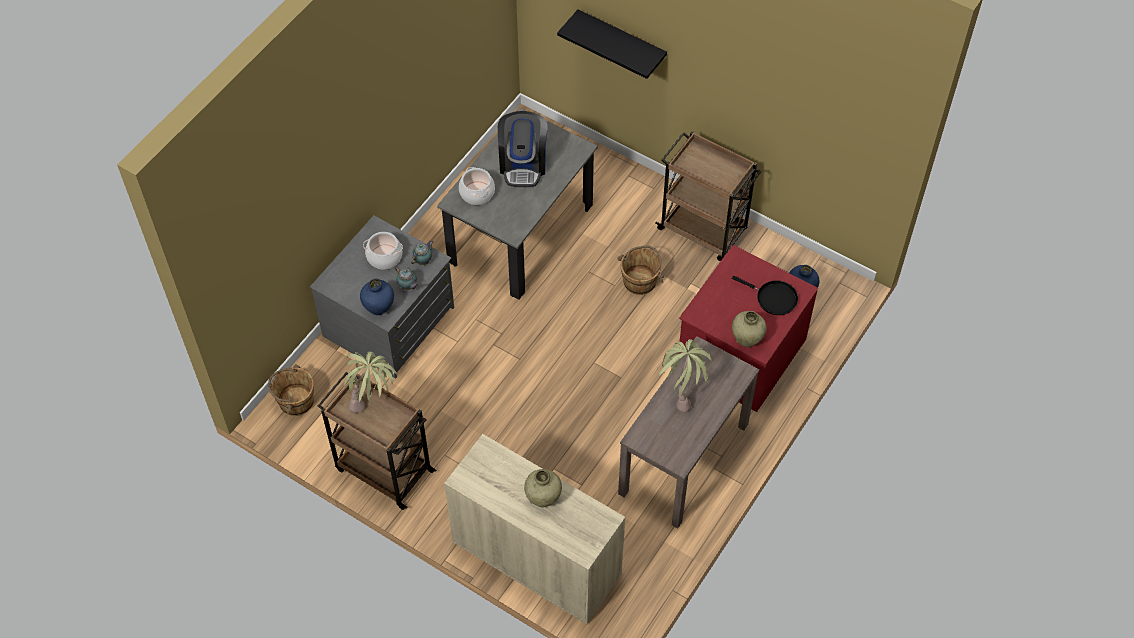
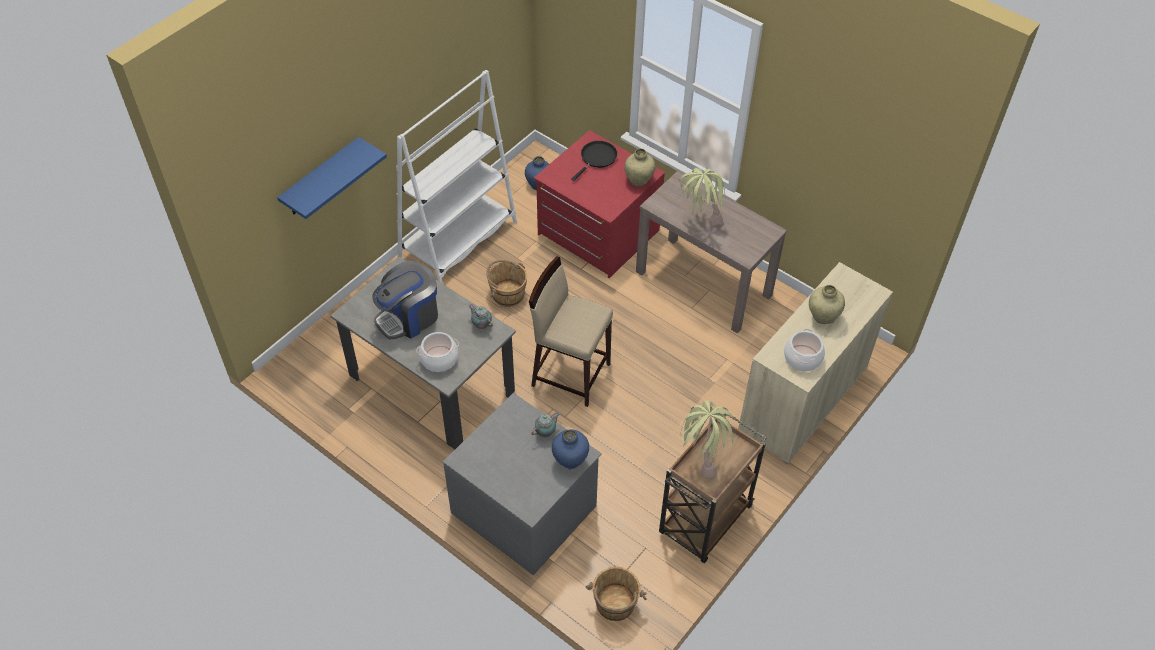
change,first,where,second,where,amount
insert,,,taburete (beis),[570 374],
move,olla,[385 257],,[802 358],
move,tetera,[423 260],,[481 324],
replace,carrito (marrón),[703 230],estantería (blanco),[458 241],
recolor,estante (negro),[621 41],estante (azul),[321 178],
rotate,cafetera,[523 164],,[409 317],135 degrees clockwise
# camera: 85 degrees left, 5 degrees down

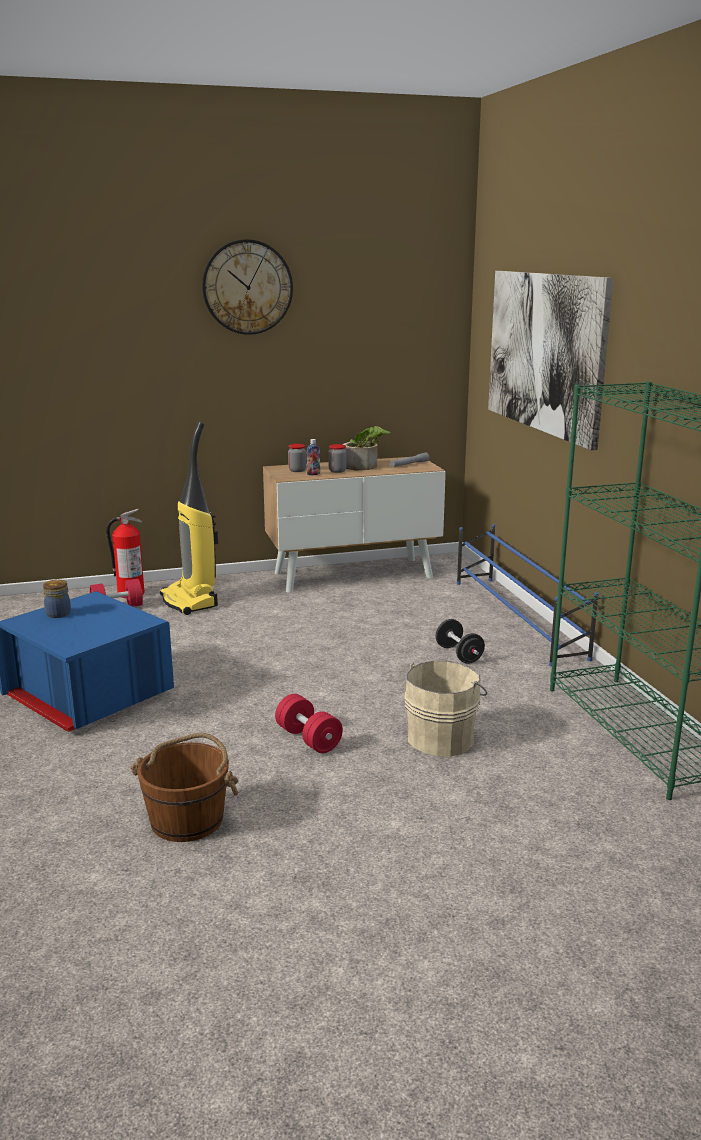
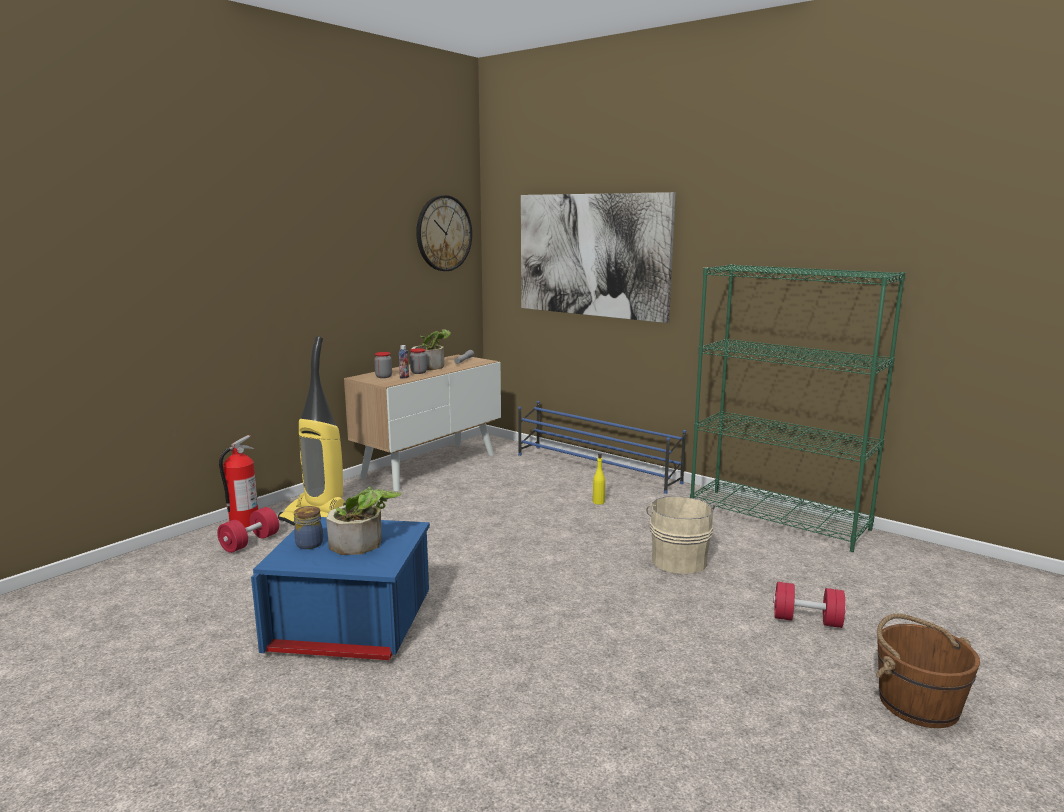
change,first,where,second,where,amount
insert,,,planta en maceta,[363 543],
move,cubo (marrón),[188 819],,[917 703],
move,reloj de pared,[247 287],,[443 233],
move,mancuerna (rojo),[308 739],,[807 620],
replace,mancuerna (negro),[459 654],botella (amarillo),[598 502],
# camera: 35 degrees left, 5 degrees down

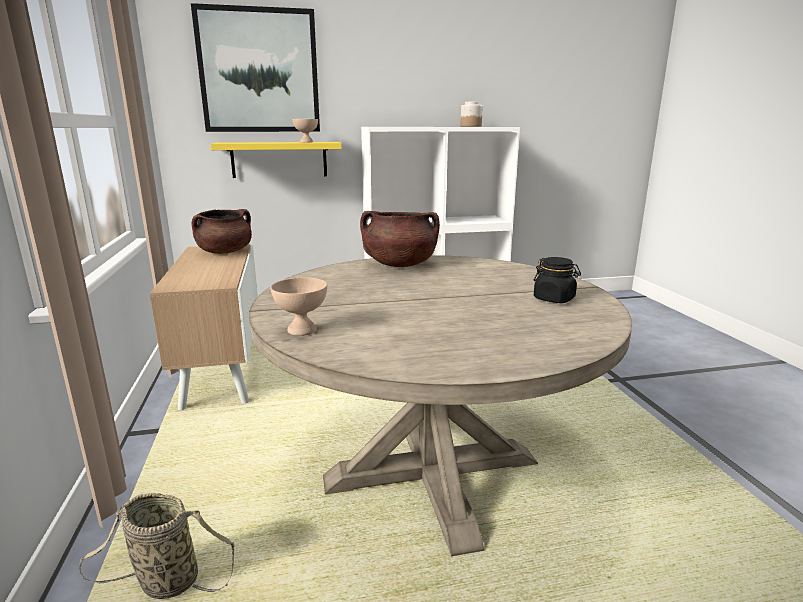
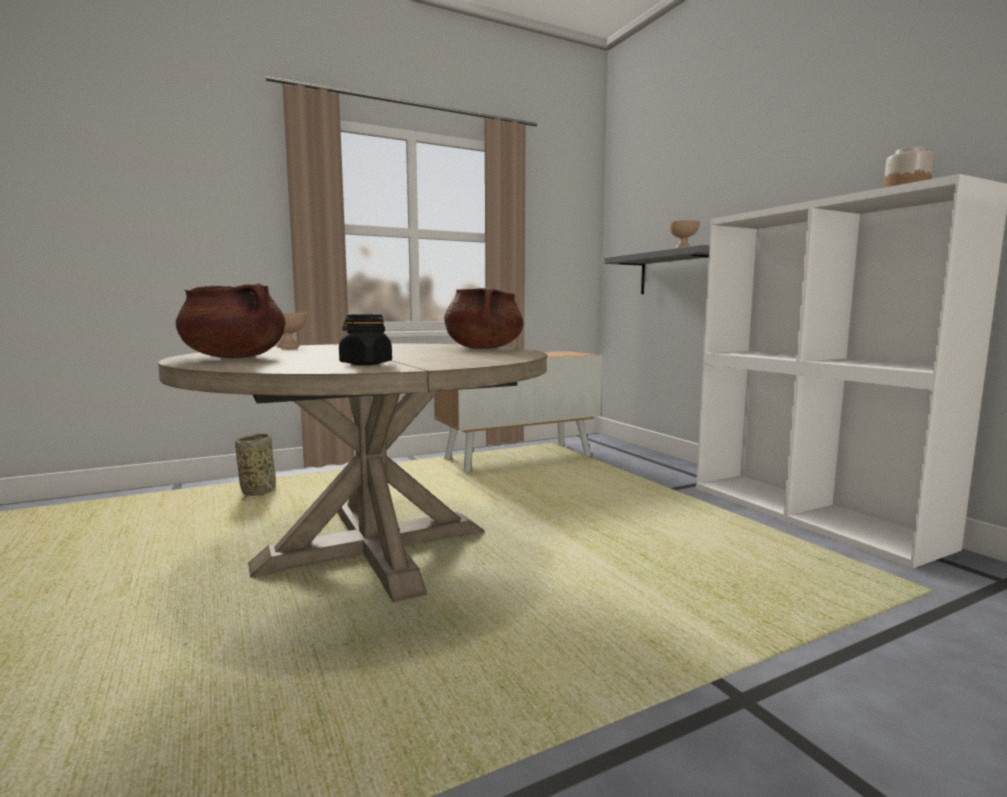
change,first,where,second,where,amount
delete,cuadro,[259 71],,,
move,olla (marrón),[225 252],,[235 358],
recolor,estante (amarillo),[279 159],estante (gris),[678 273],
# camera: 75 degrees right, 10 degrees down

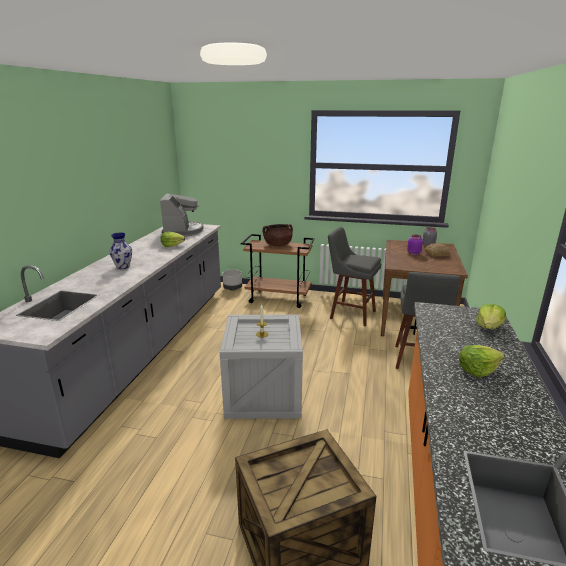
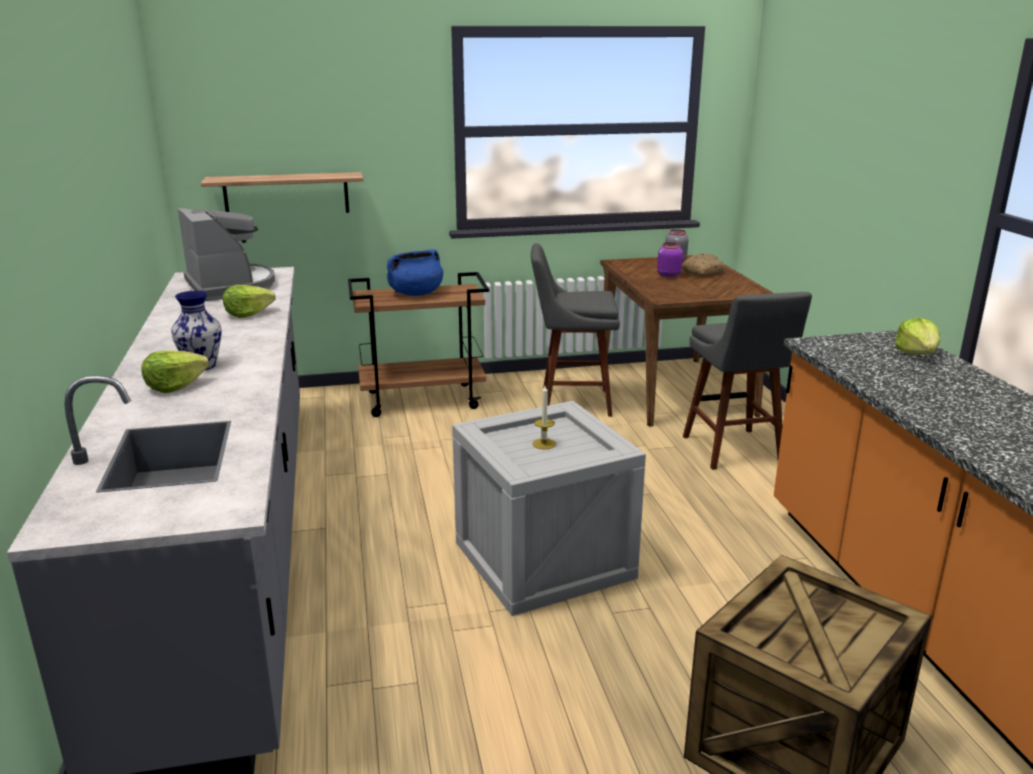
change,first,where,second,where,amount
delete,maceta (gris),[232 288],,,
insert,,,estante,[286 194],
move,lechuga,[477 370],,[175 386],
recolor,olla (marrón),[278 245],olla (azul),[415 293],
# camera: 25 degrees left, 0 degrees up

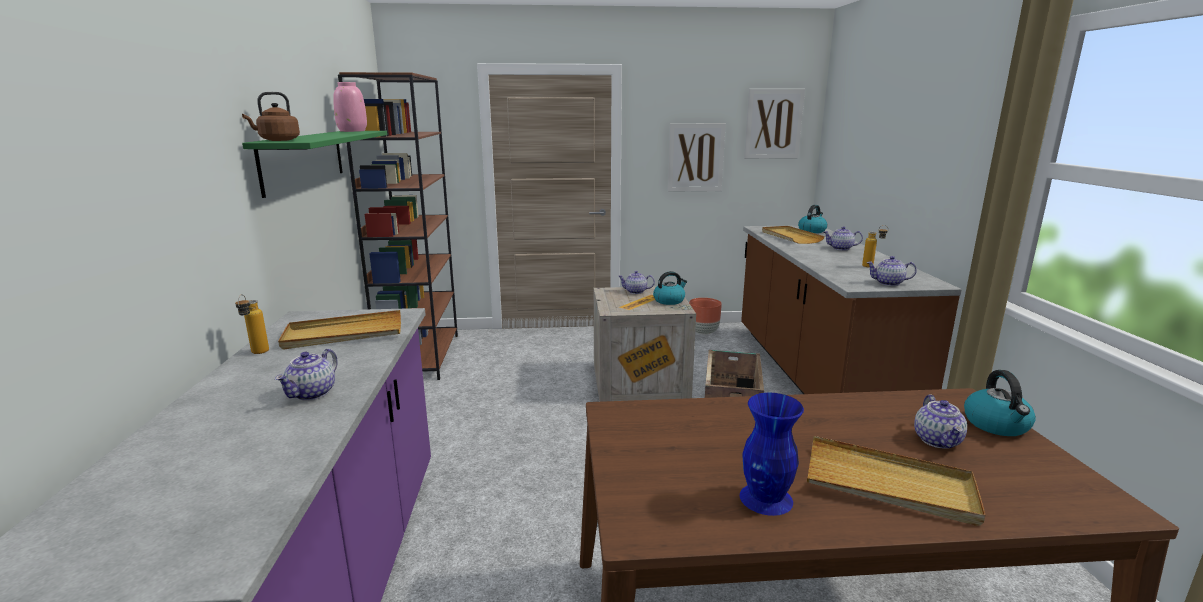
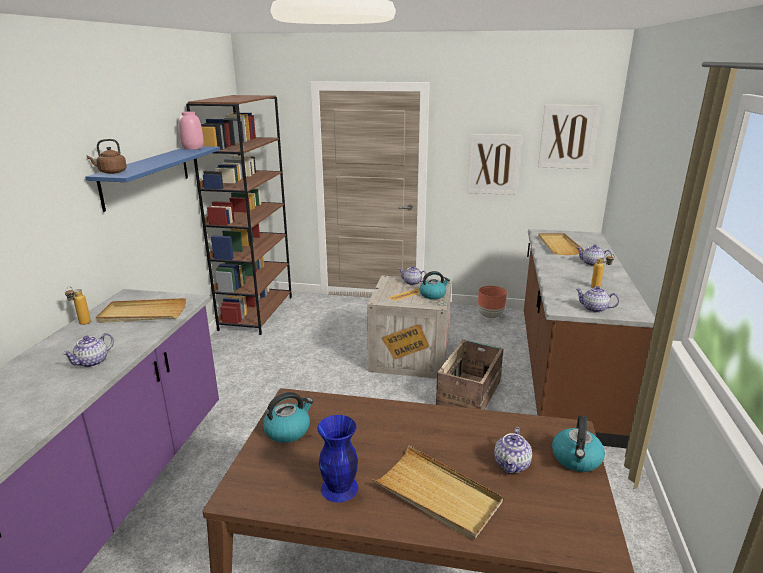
change,first,where,second,where,amount
move,hervidor,[812 231],,[288 430],
recolor,estante (verde),[304 159],estante (azul),[147 176],
# camera: 15 degrees right, 5 degrees up

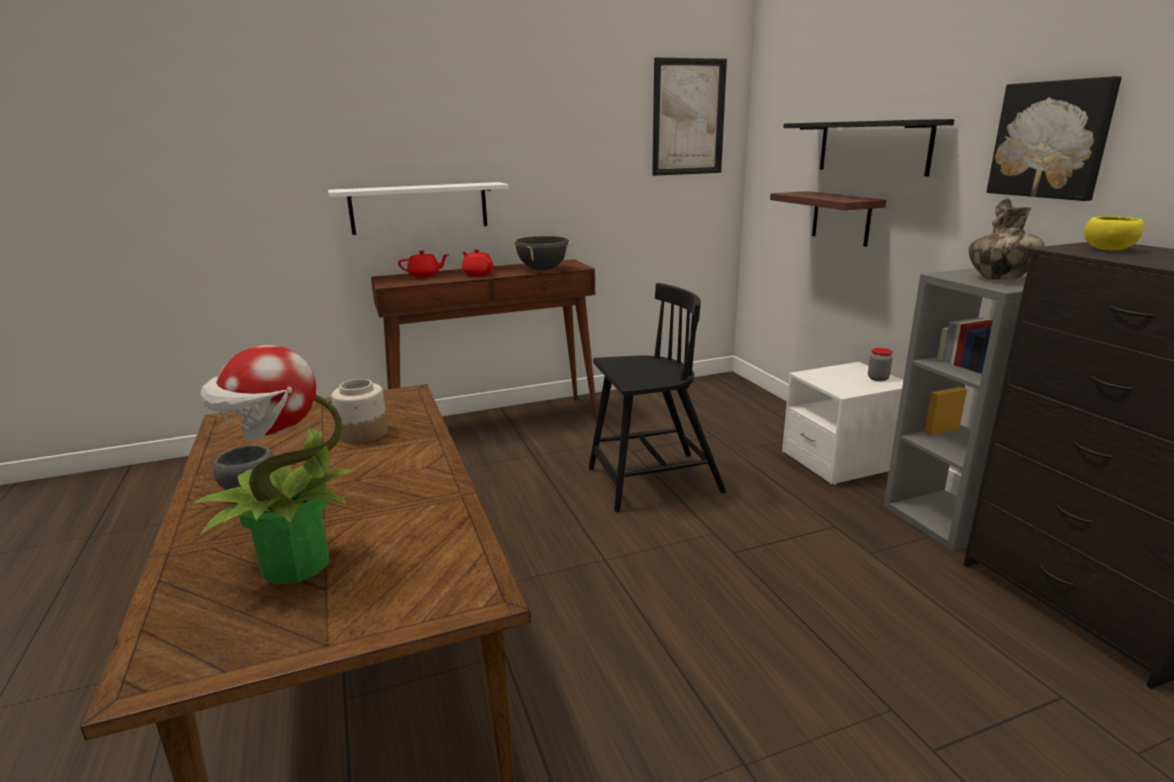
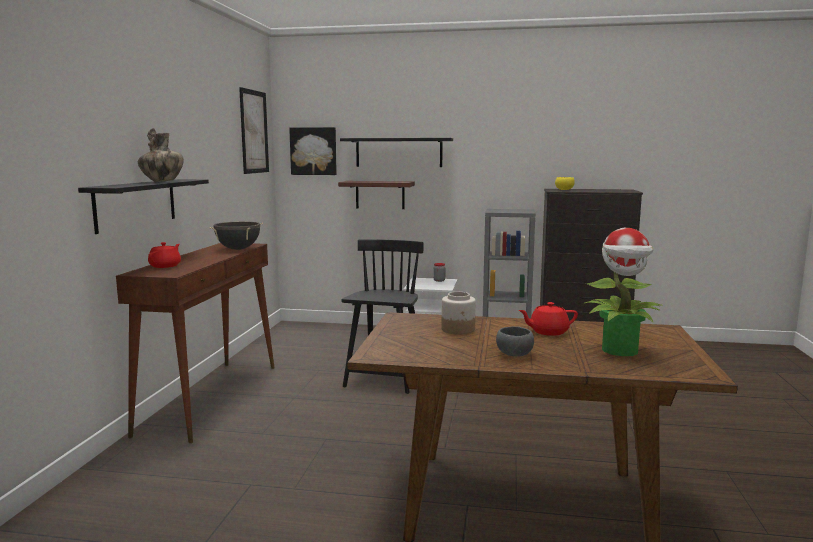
change,first,where,second,where,amount
move,tetera (rojo),[478 274],,[548 332],
move,florero,[999 279],,[162 181],
move,cuadro,[1051 140],,[313 151],
recolor,estante (blanco),[419 208],estante (negro),[136 204],
# camera: 60 degrees left, 10 degrees down

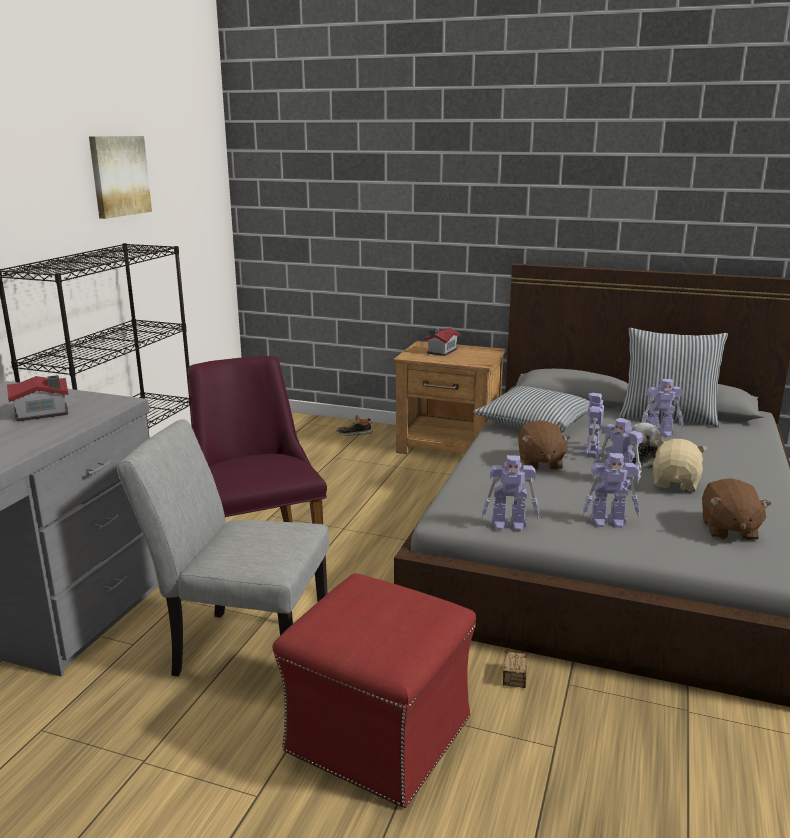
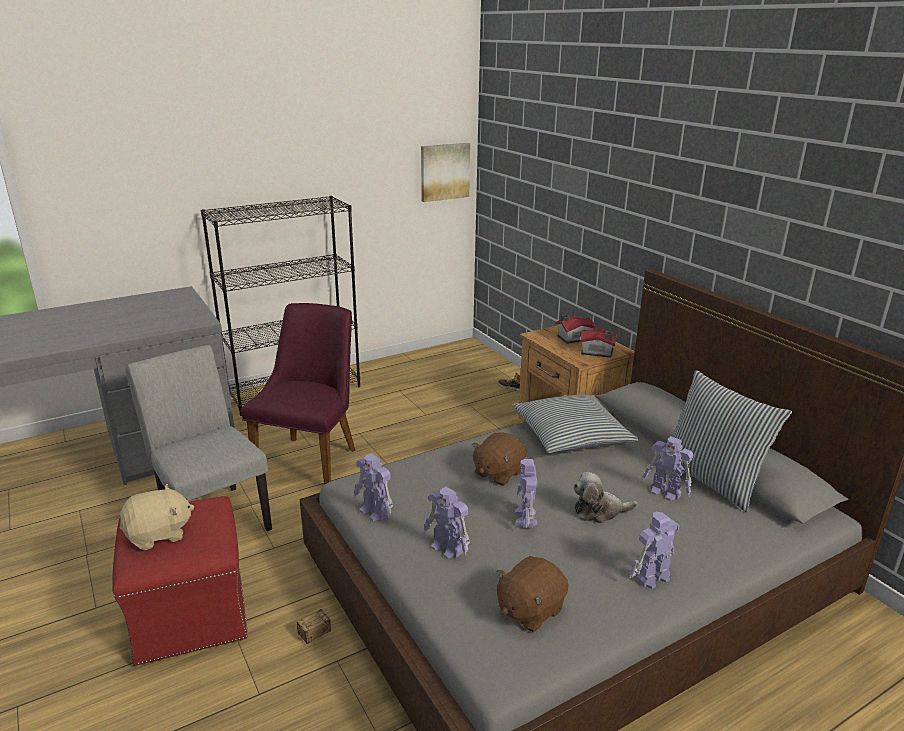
change,first,where,second,where,amount
move,casita,[43 413],,[597 352],
move,cuadro,[119 176],,[444 171],
move,robot de juguete,[591 452],,[651 577],
move,peluche (beis),[675 483],,[159 534],
# camera: 40 degrees right, 5 degrees up

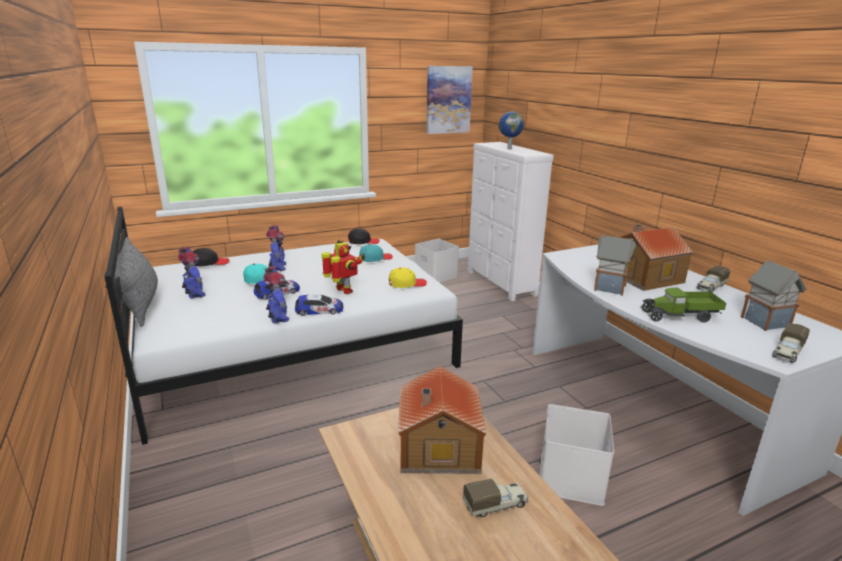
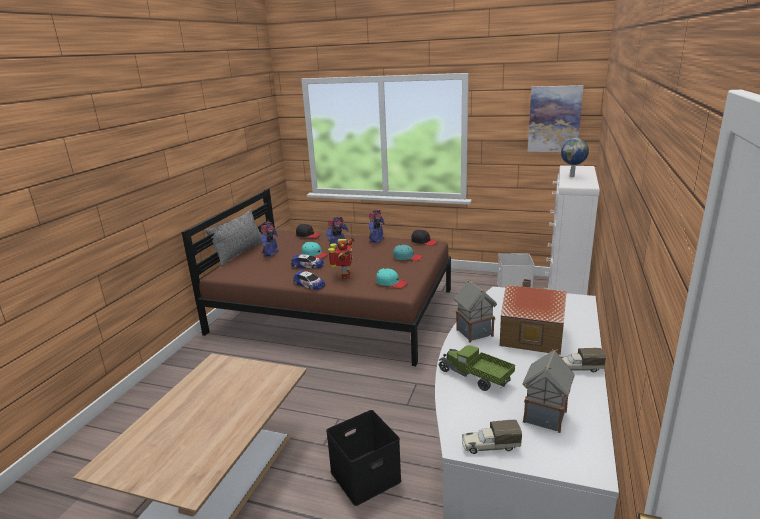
change,first,where,second,where,amount
delete,casita,[437 447],,,
delete,camión de juguete,[496 505],,,
move,robot de juguete,[278 317],,[376 240],
recolor,cama (blanco),[293 349],cama (marrón),[334 310],
recolor,gorra (amarillo),[407 284],gorra (turquesa),[391 283],
recolor,caja de almacenaje (blanco),[572 478],caja de almacenaje (negro),[365 478],
# camera: 45 degrees right, 0 degrees up

